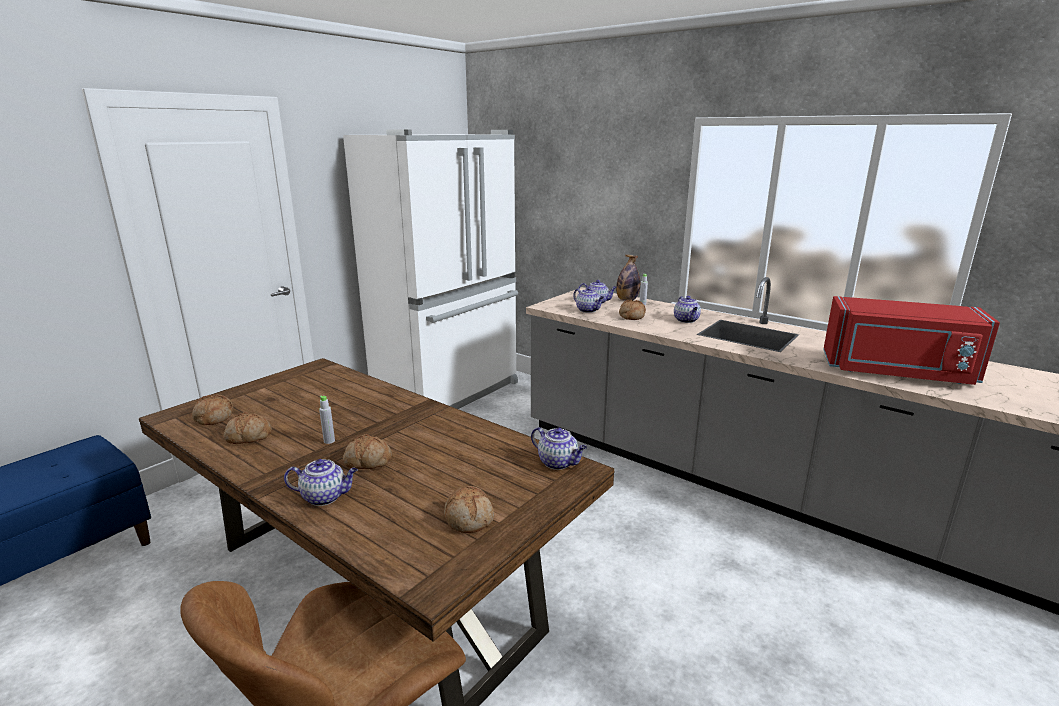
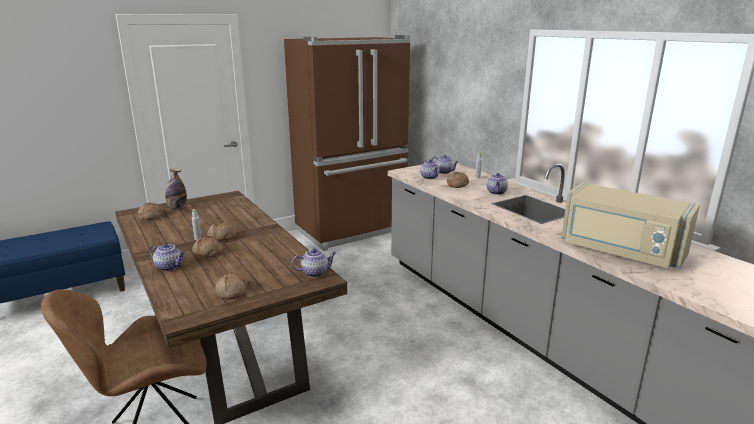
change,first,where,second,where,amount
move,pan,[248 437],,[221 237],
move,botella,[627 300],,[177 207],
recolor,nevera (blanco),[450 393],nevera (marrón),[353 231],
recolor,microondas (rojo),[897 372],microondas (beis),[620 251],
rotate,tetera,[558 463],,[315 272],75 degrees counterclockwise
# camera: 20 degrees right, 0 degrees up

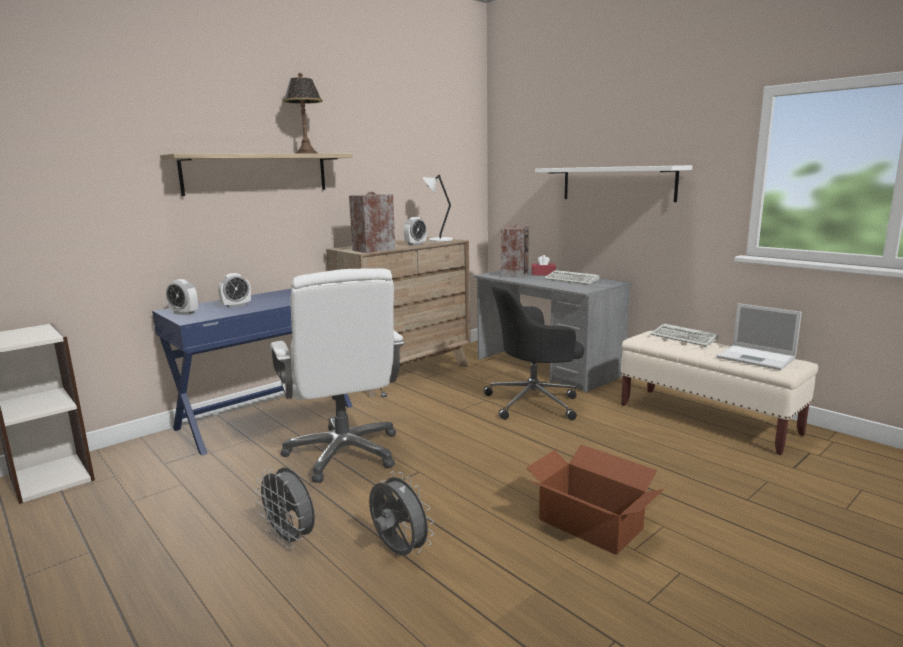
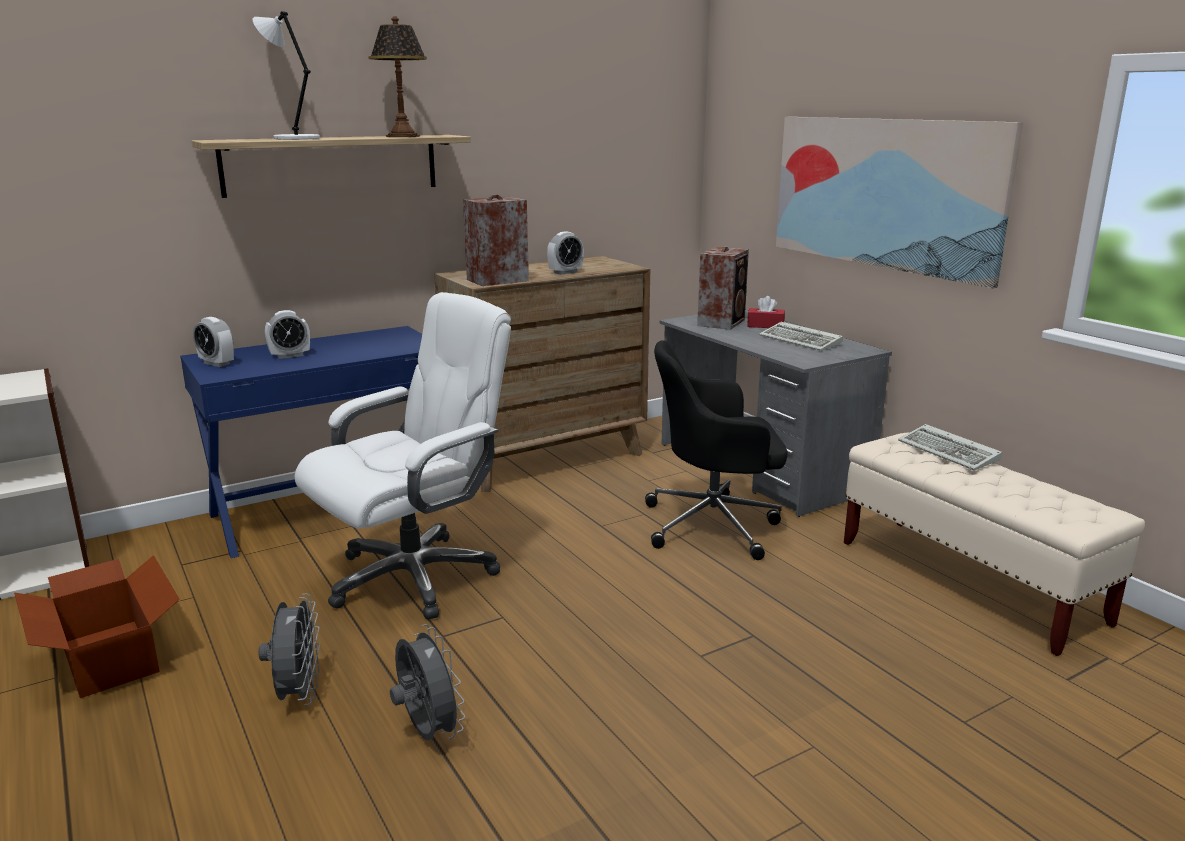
change,first,where,second,where,amount
delete,portátil,[757 358],,,
move,lámpara de mesa (blanco),[438 240],,[294 138],
move,caja de cartón,[590 525],,[108 658],
replace,estante (blanco),[617 183],cuadro,[883 193],
rotate,ventilador (gris),[291 539],,[298 694],150 degrees counterclockwise
rotate,silla de oficina (blanco),[344 453],,[414 576],120 degrees counterclockwise
# camera: 10 degrees right, 5 degrees up

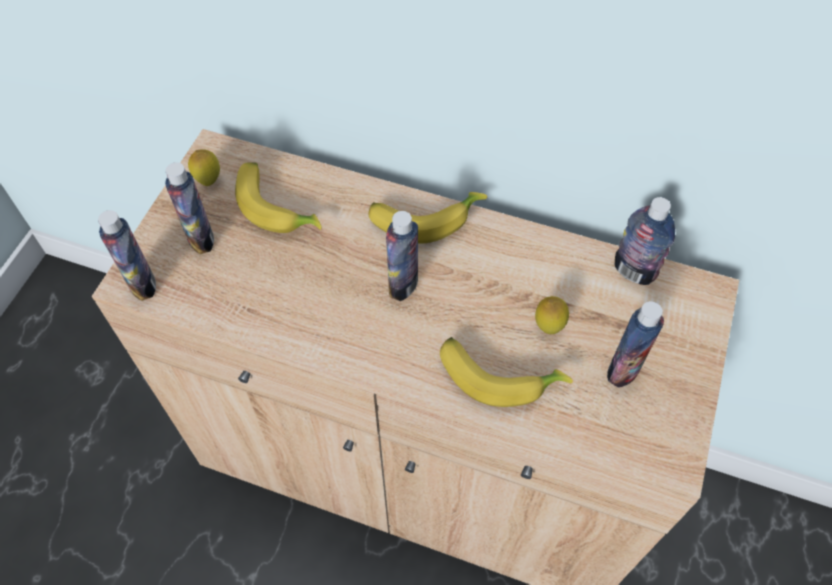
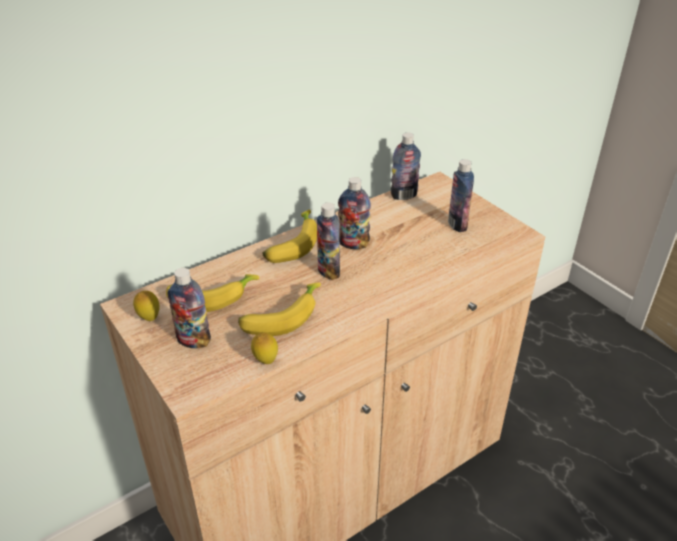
change,first,where,second,where,amount
move,botella,[142 283],,[353 244],
move,plátano,[498 374],,[281 316],
move,limón,[548 326],,[265 361],
# camera: 55 degrees left, 20 degrees down

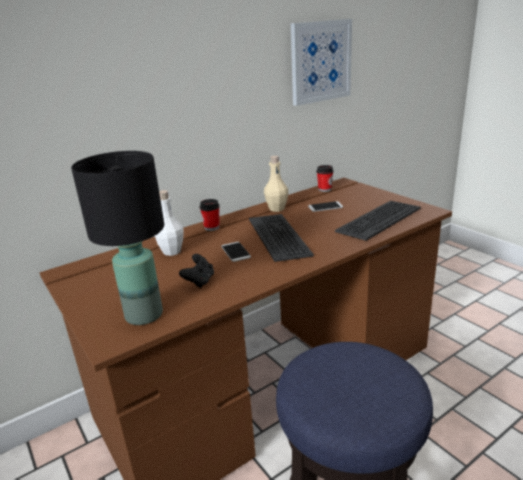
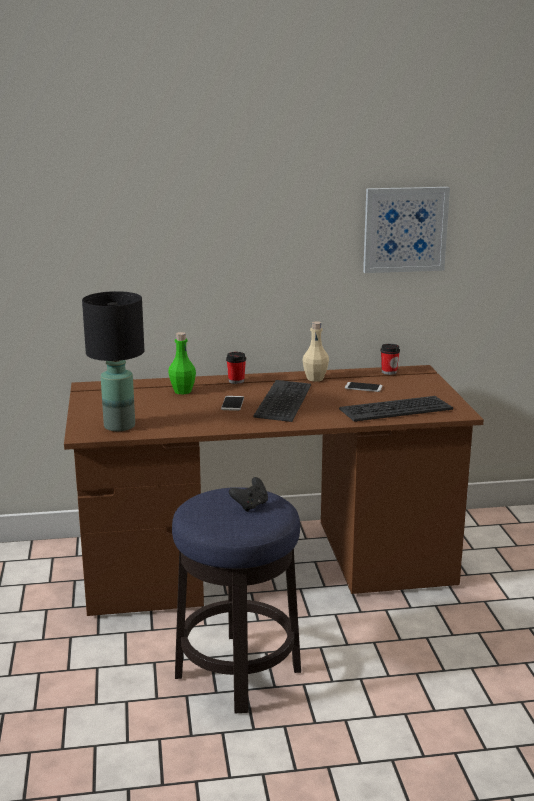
change,first,where,second,where,amount
move,mando de consola (negro),[199 281],,[250 506],
recolor,botella (blanco),[172 251],botella (verde),[182 391],
# camera: 25 degrees right, 5 degrees down

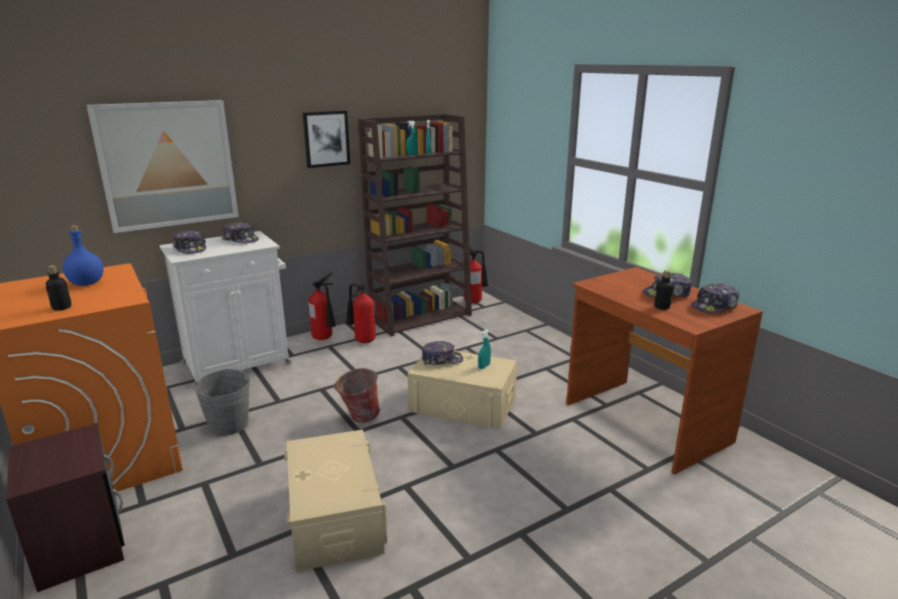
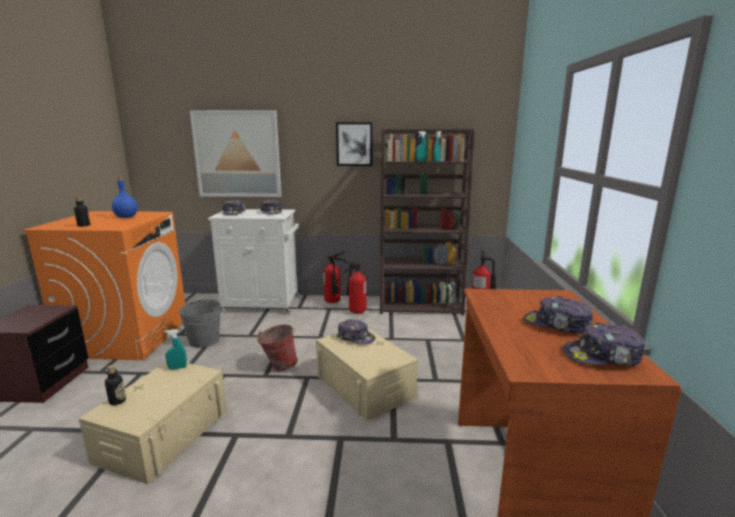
change,first,where,second,where,amount
move,pulverizador (turquesa),[484 366],,[177 368],
move,botella,[662 307],,[117 401],
# camera: 35 degrees right, 5 degrees down

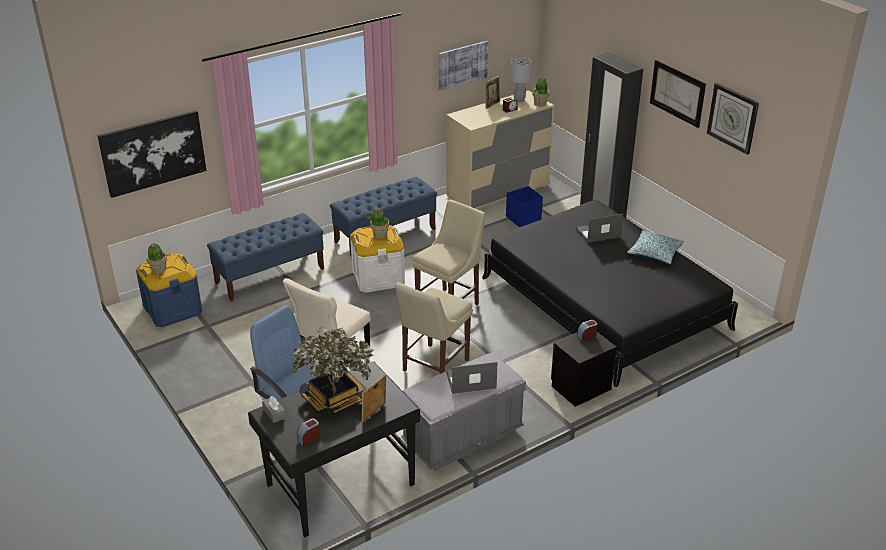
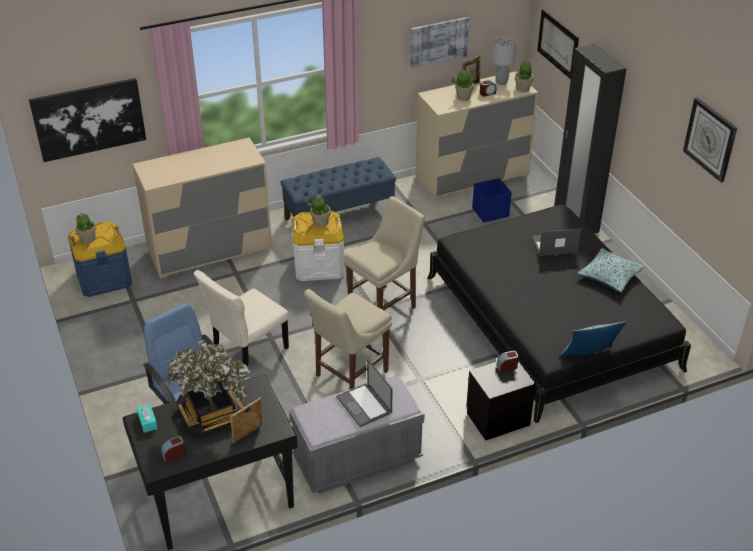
change,first,where,second,where,amount
insert,,,planta en maceta,[463 97],
insert,,,cojín,[589 357],
move,cuadro,[677 93],,[557 44],
replace,banco (azul),[270 275],cómoda (beis),[210 250],
recolor,caja de pañuelos (gris),[274 413],caja de pañuelos (turquesa),[147 422],
rotate,portátil,[470 380],,[364 405],120 degrees counterclockwise
# camera: 10 degrees right, 5 degrees up

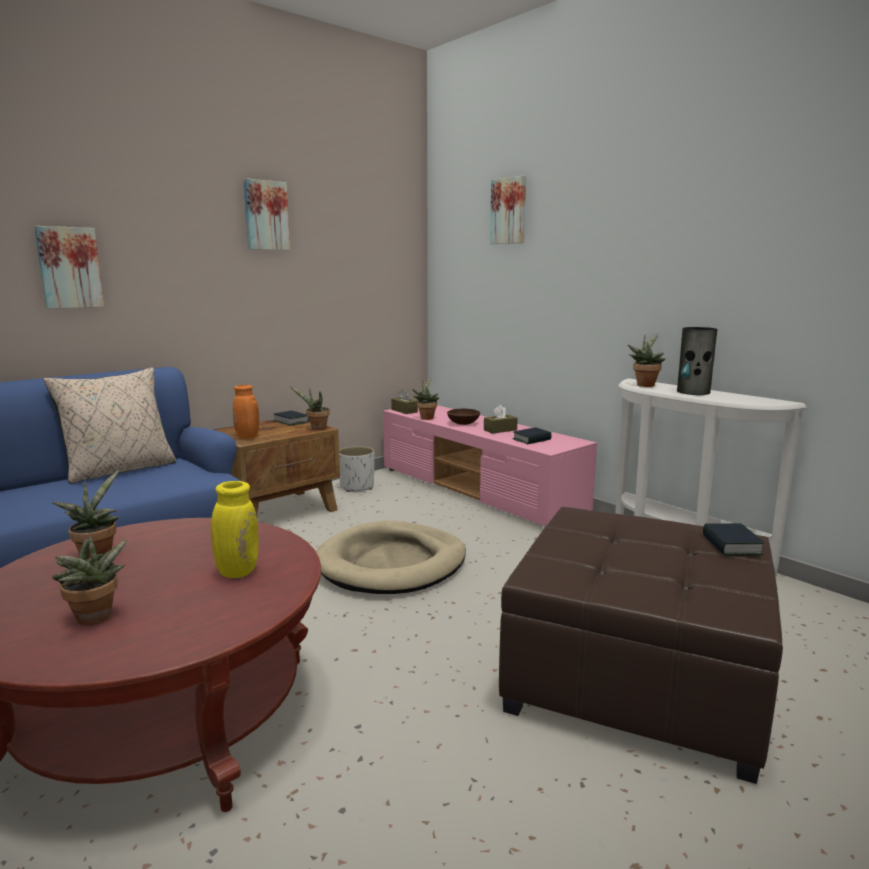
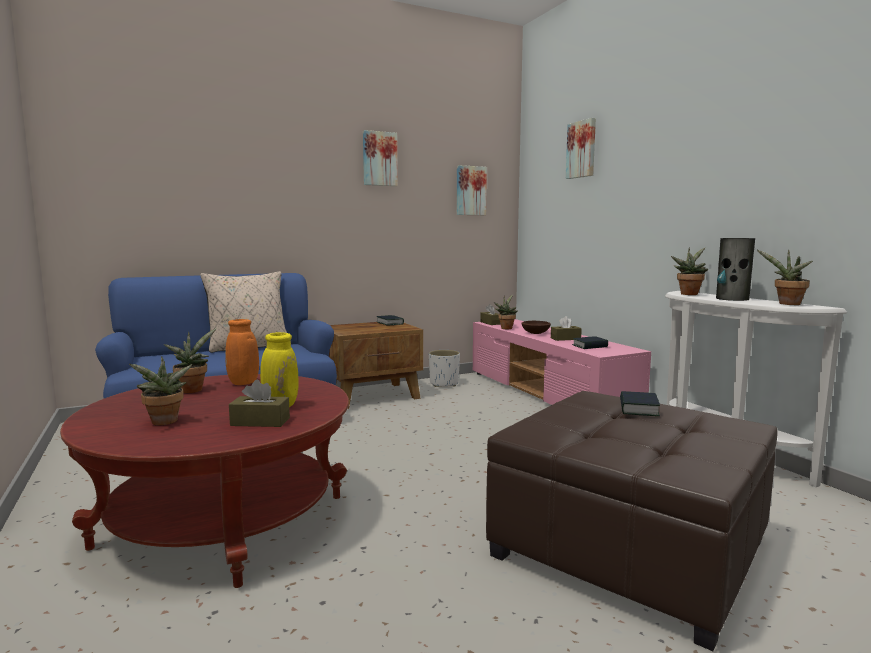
change,first,where,second,where,amount
delete,cama para perro (beis),[392 564],,,
insert,,,caja de pañuelos (marrón),[260 422],
move,cuadro,[69 267],,[470 191],
move,florero (naranja),[248 438],,[243 384],
move,planta en maceta,[316 428],,[787 304],
move,libro,[731 545],,[638 409],
# camera: 15 degrees right, 5 degrees down

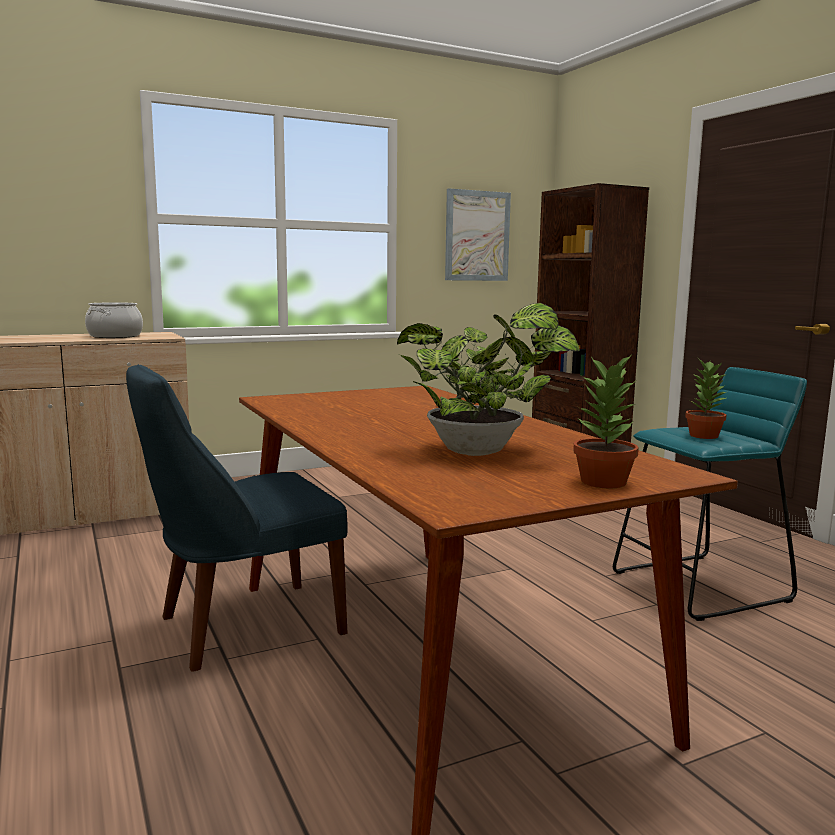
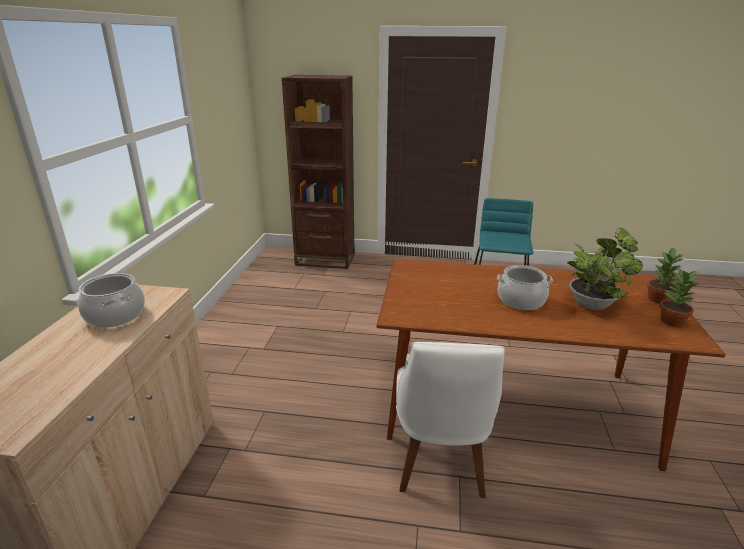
change,first,where,second,where,amount
delete,cuadro,[477 236],,,
insert,,,olla,[521 300],
move,planta en maceta,[703 435],,[671 321],
recolor,silla (azul),[242 626],silla (blanco),[439 459],
# camera: 55 degrees left, 15 degrees up

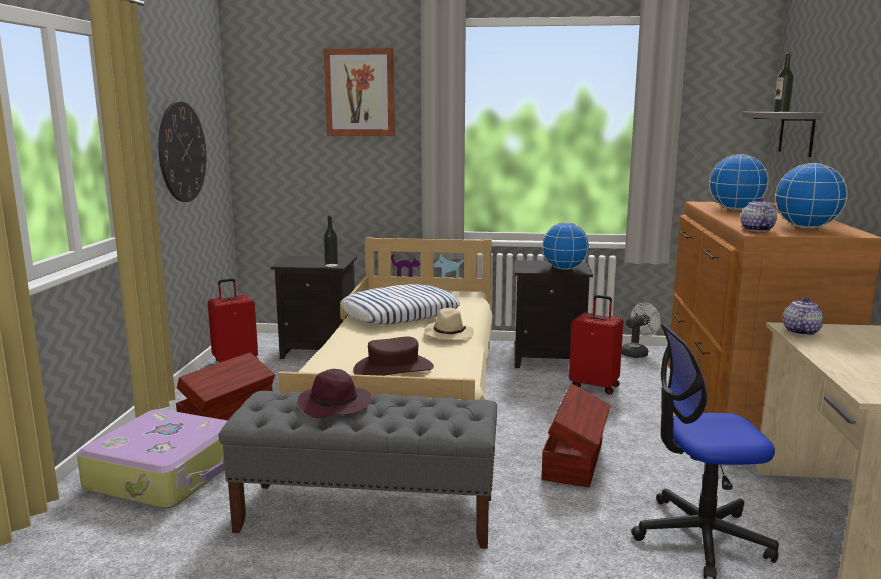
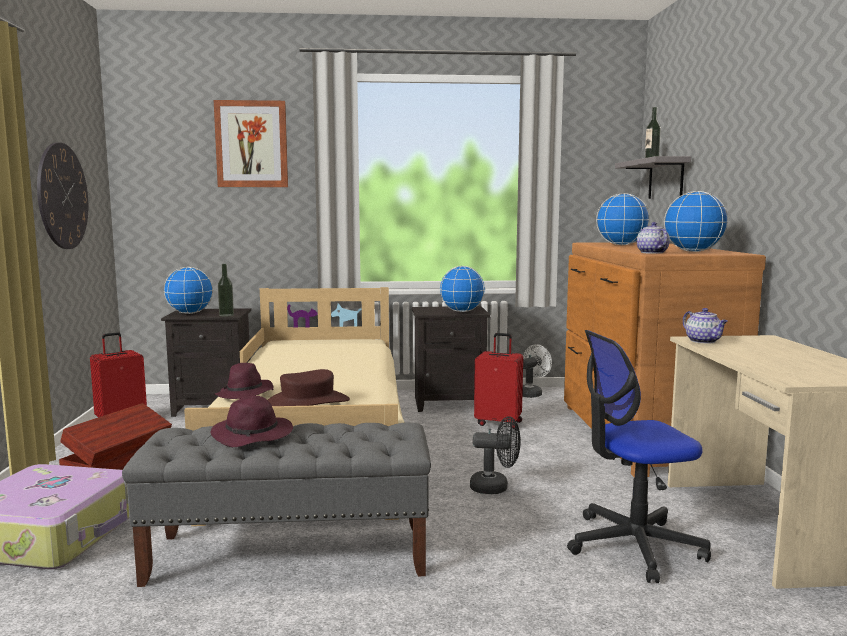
change,first,where,second,where,amount
delete,cojín,[400 313],,,
delete,sombrero (beis),[448 335],,,
insert,,,globo terráqueo,[190 313],
insert,,,sombrero (morado),[245 394],
replace,caja de almacenaje (marrón),[575 460],ventilador (negro),[495 487],
rotate,tetera,[800 331],,[704 341],135 degrees clockwise
# camera: 10 degrees left, 5 degrees down

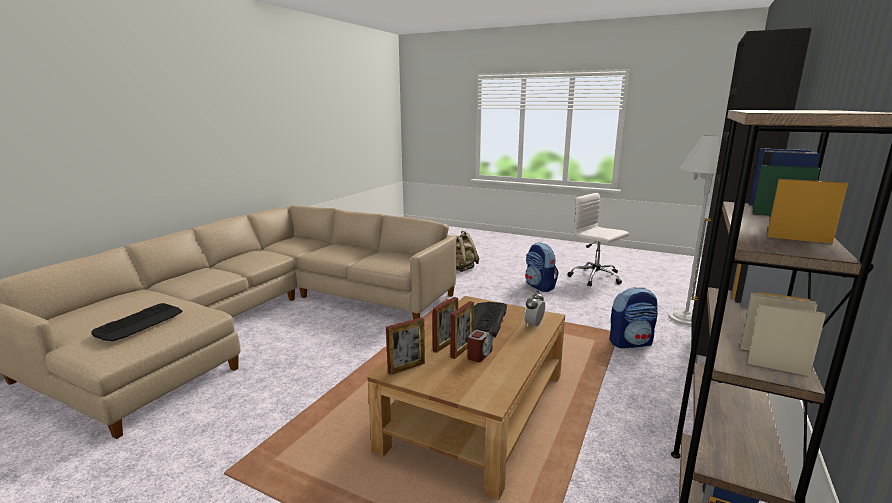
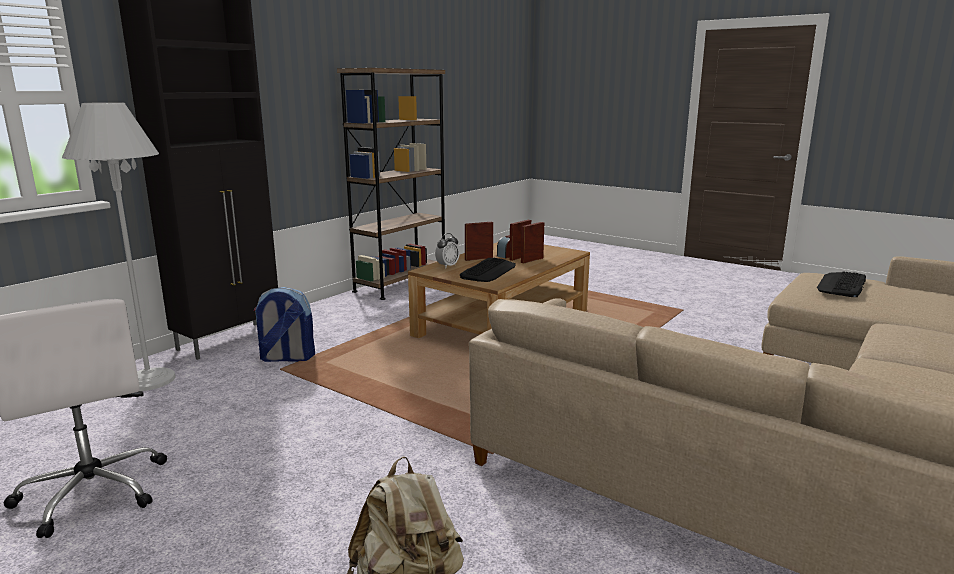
change,first,where,second,where,amount
delete,mochila,[540 286],,,
move,portarretratos,[406 367],,[479 259],
# camera: 170 degrees left, 0 degrees up

